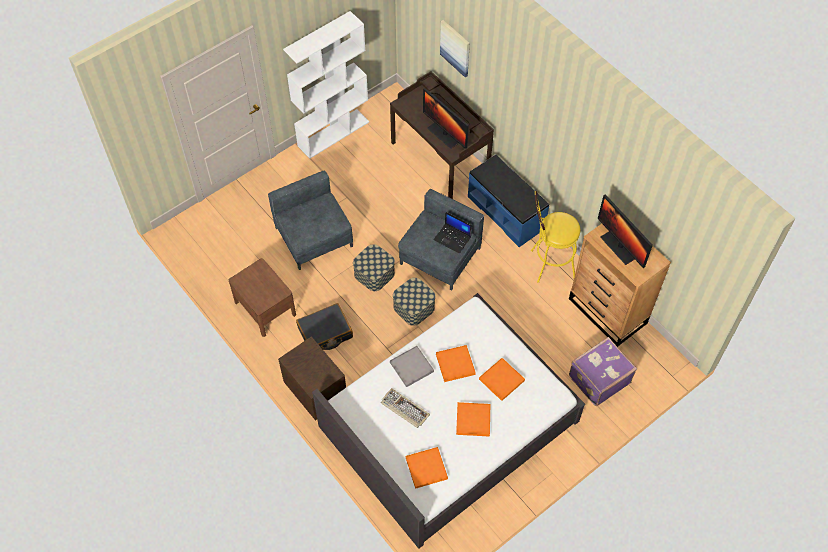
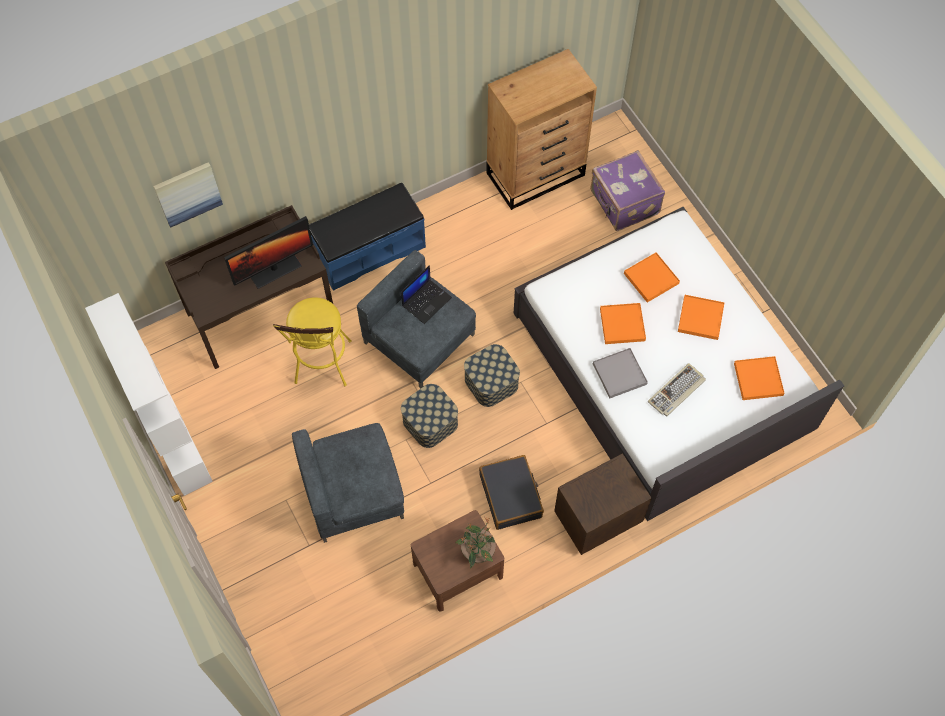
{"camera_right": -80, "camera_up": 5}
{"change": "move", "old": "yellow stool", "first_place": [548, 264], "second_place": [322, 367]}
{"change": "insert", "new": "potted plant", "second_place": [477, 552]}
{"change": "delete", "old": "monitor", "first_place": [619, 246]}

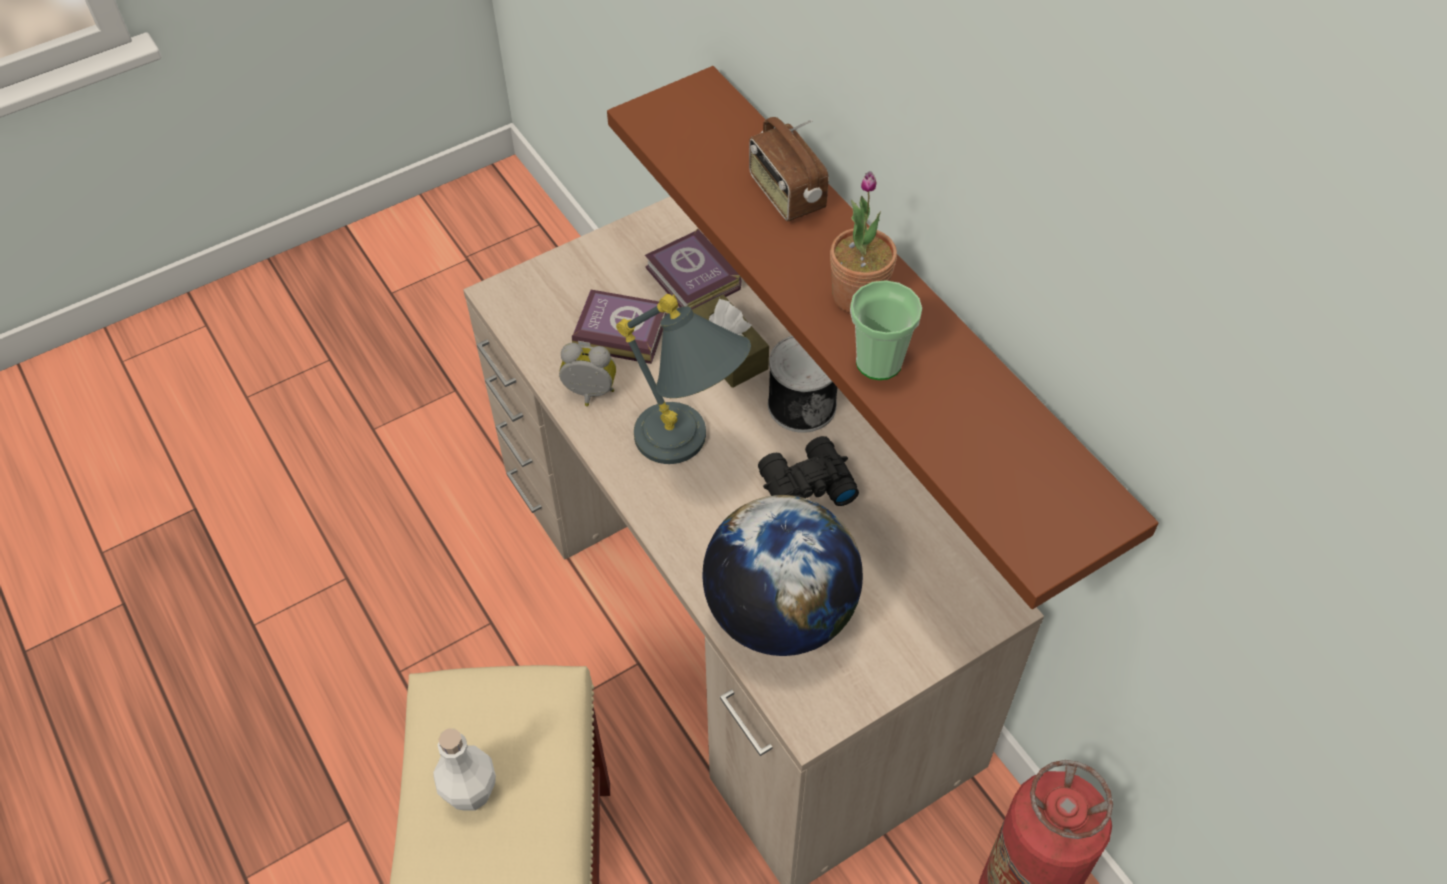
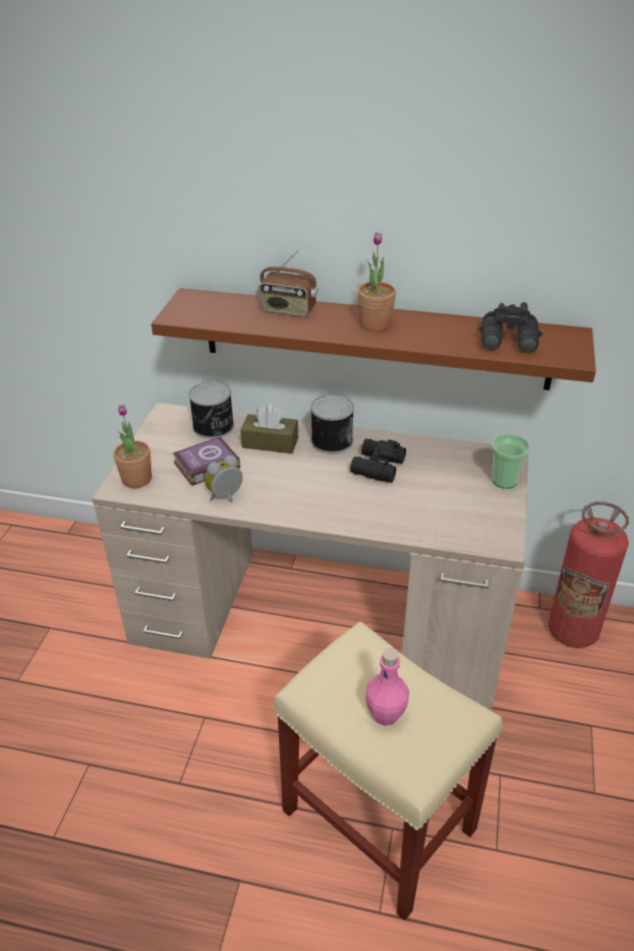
{"camera_right": -45, "camera_up": -15}
{"change": "insert", "new": "potted plant", "second_place": [137, 479]}
{"change": "replace", "old": "book", "new": "can", "first_place": [692, 280], "second_place": [214, 427]}
{"change": "recolor", "old": "white bottle", "new": "pink bottle", "first_place": [471, 793], "second_place": [385, 714]}
{"change": "insert", "new": "black binoculars", "second_place": [509, 341]}
{"change": "move", "old": "cup", "first_place": [878, 362], "second_place": [504, 480]}
{"change": "delete", "old": "grey table lamp", "first_place": [690, 450]}
{"change": "delete", "old": "globe", "first_place": [780, 614]}

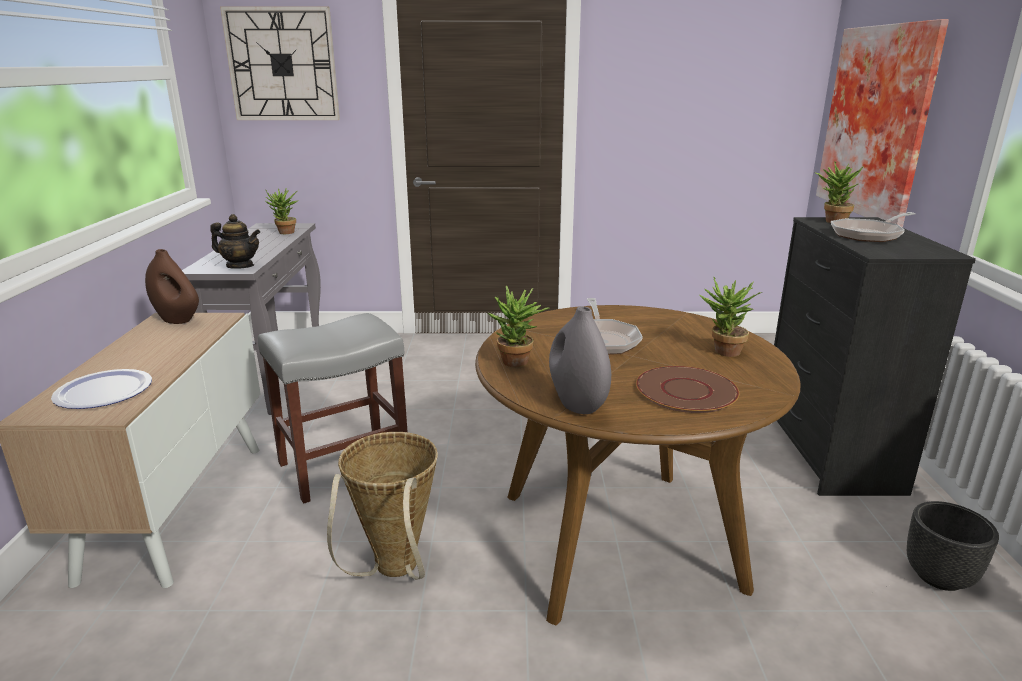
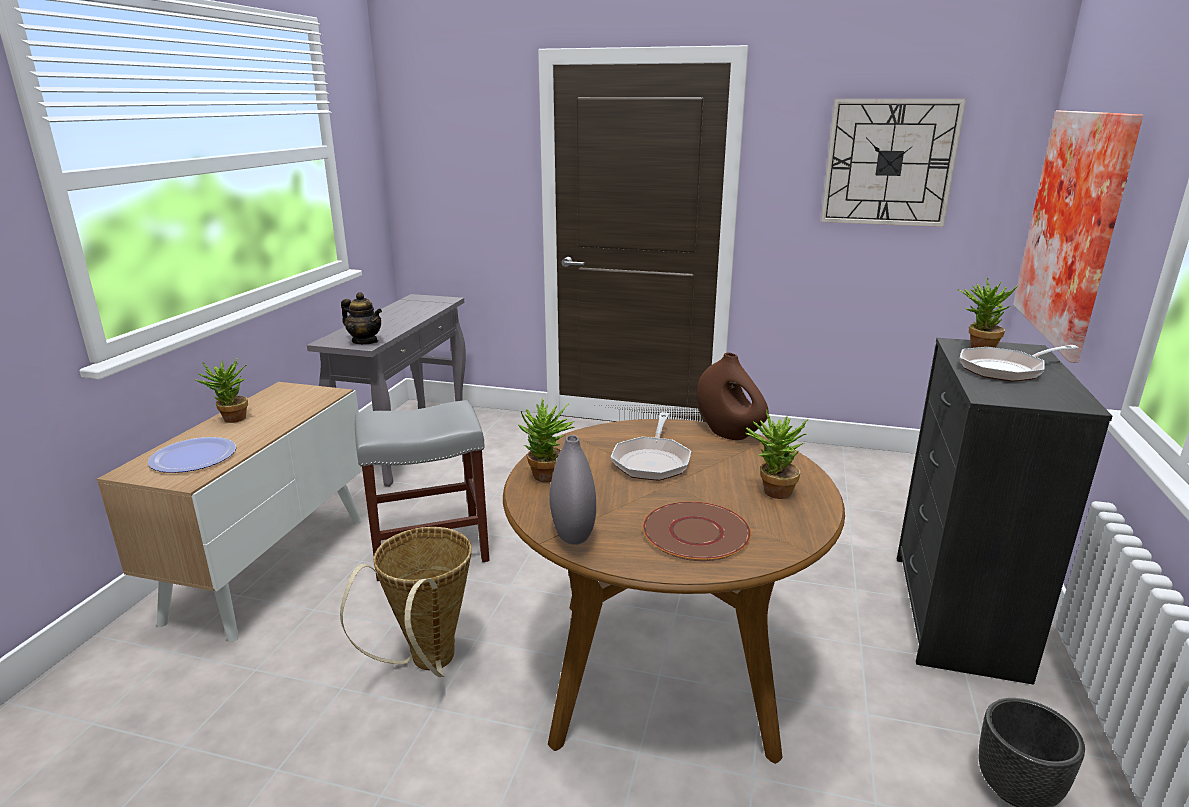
{"camera_right": 15, "camera_up": 0}
{"change": "move", "old": "potted plant", "first_place": [285, 233], "second_place": [231, 420]}
{"change": "move", "old": "brown vase", "first_place": [177, 319], "second_place": [729, 433]}
{"change": "move", "old": "wall clock", "first_place": [282, 65], "second_place": [889, 163]}

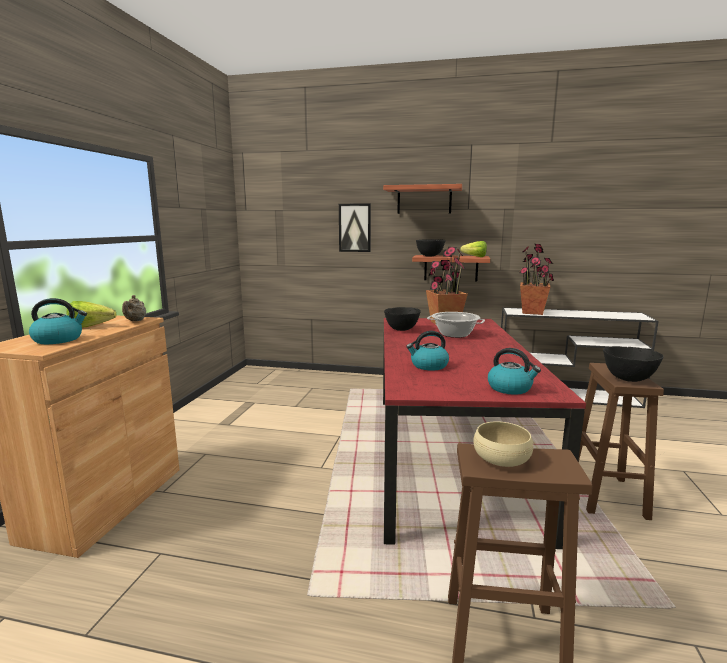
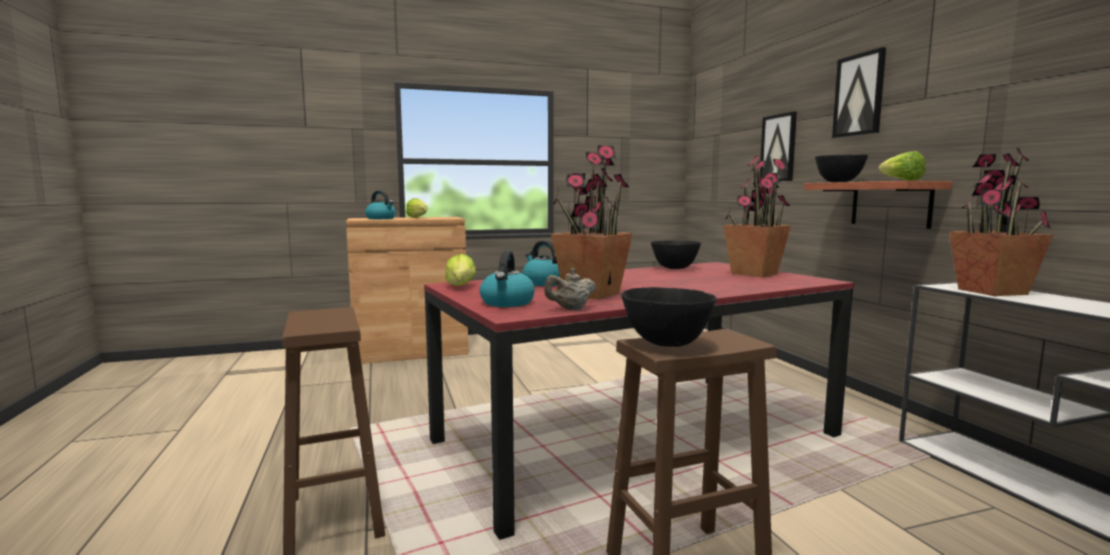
{"camera_right": 60, "camera_up": -5}
{"change": "insert", "new": "lettuce", "second_place": [459, 288]}
{"change": "move", "old": "beige teapot", "first_place": [135, 321], "second_place": [570, 309]}
{"change": "insert", "new": "potted plant", "second_place": [590, 294]}
{"change": "replace", "old": "shelf", "new": "picture", "first_place": [424, 200], "second_place": [859, 95]}
{"change": "delete", "old": "cooking pot", "first_place": [454, 334]}
{"change": "delete", "old": "beige bowl", "first_place": [501, 458]}

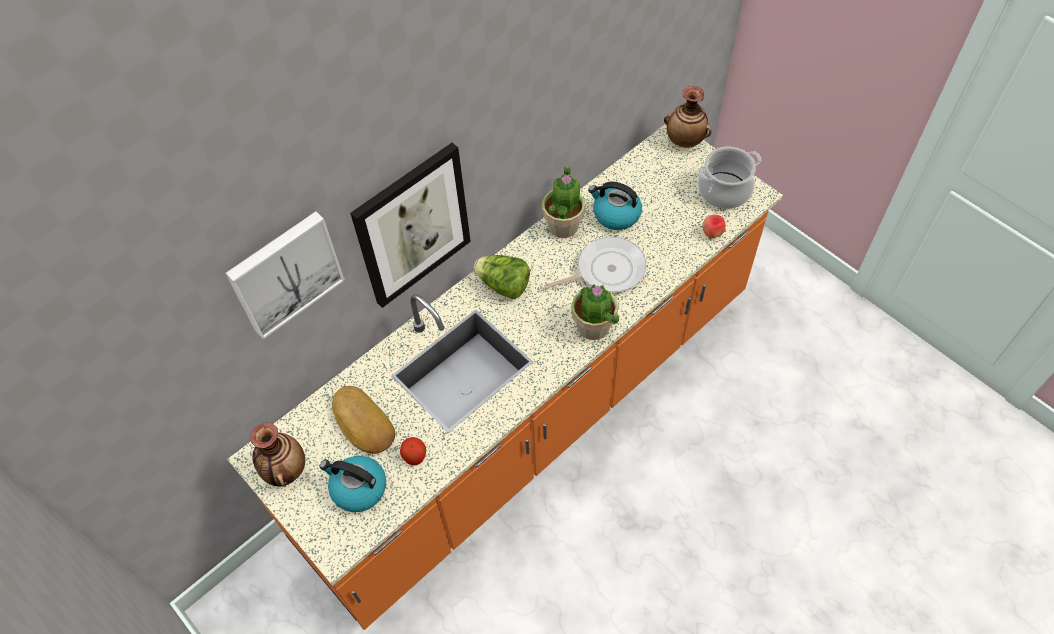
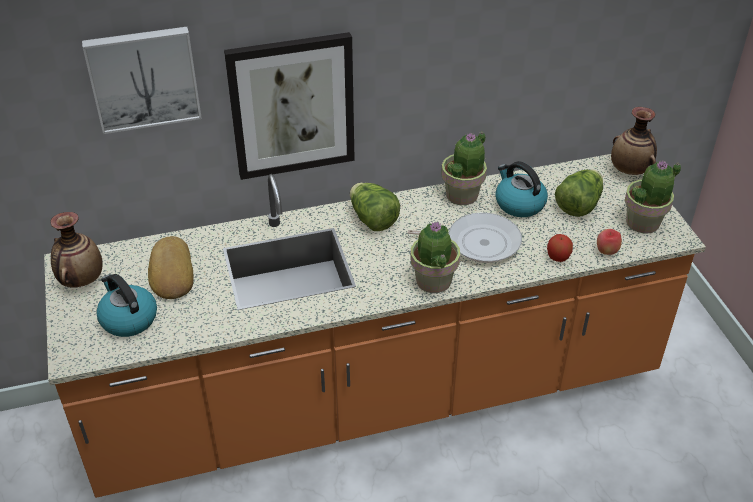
{"camera_right": 25, "camera_up": -15}
{"change": "move", "old": "apple", "first_place": [415, 456], "second_place": [558, 257]}
{"change": "insert", "new": "lettuce", "second_place": [578, 205]}
{"change": "replace", "old": "cooking pot", "new": "potted plant", "first_place": [724, 191], "second_place": [643, 222]}

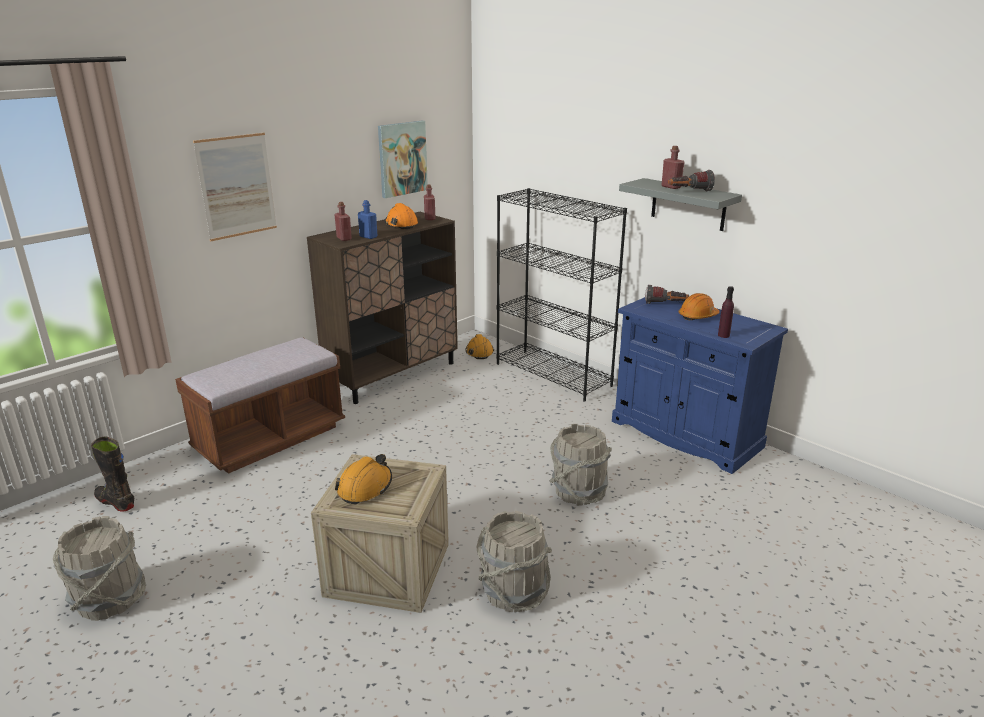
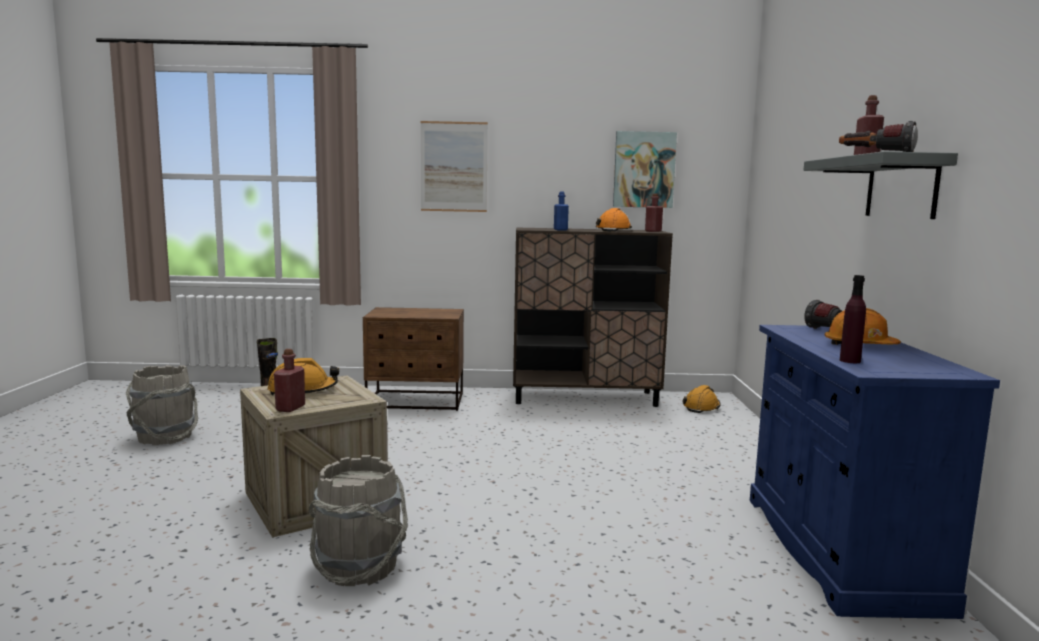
{"camera_right": 45, "camera_up": -15}
{"change": "move", "old": "red bottle", "first_place": [344, 238], "second_place": [290, 408]}
{"change": "replace", "old": "brown bench", "new": "brown nightstand", "first_place": [270, 438], "second_place": [416, 401]}
{"change": "delete", "old": "black bookcase", "first_place": [553, 375]}
{"change": "delete", "old": "grey bucket", "first_place": [578, 492]}

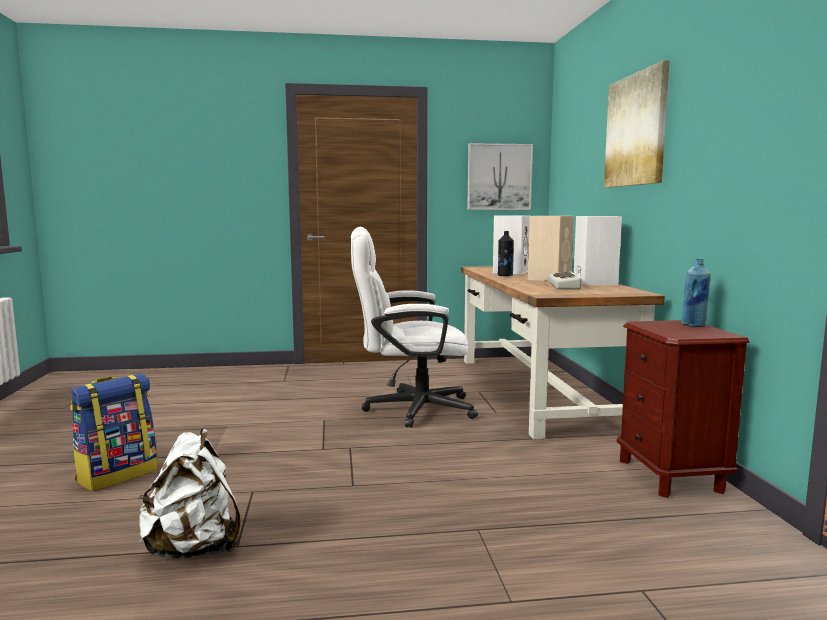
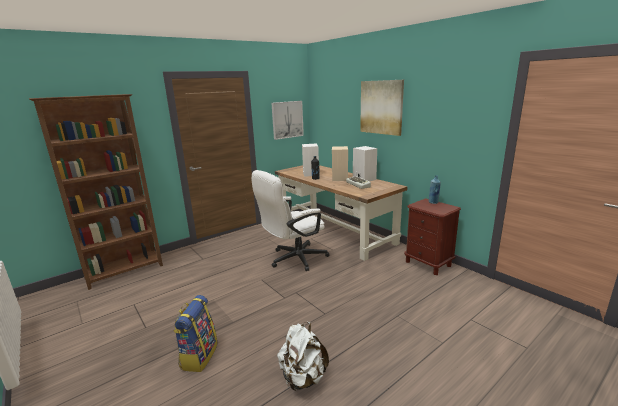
{"camera_right": -30, "camera_up": 10}
{"change": "insert", "new": "brown bookcase", "second_place": [125, 271]}

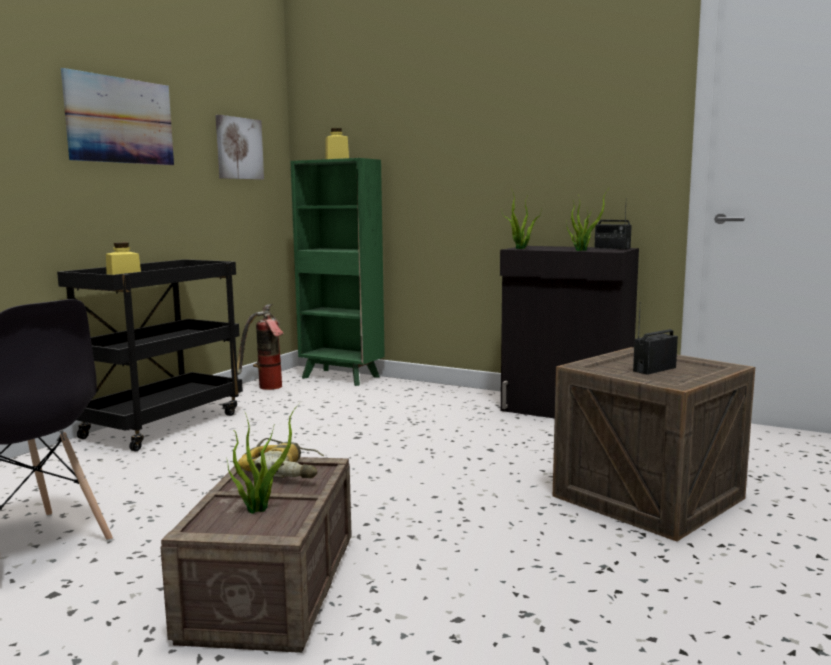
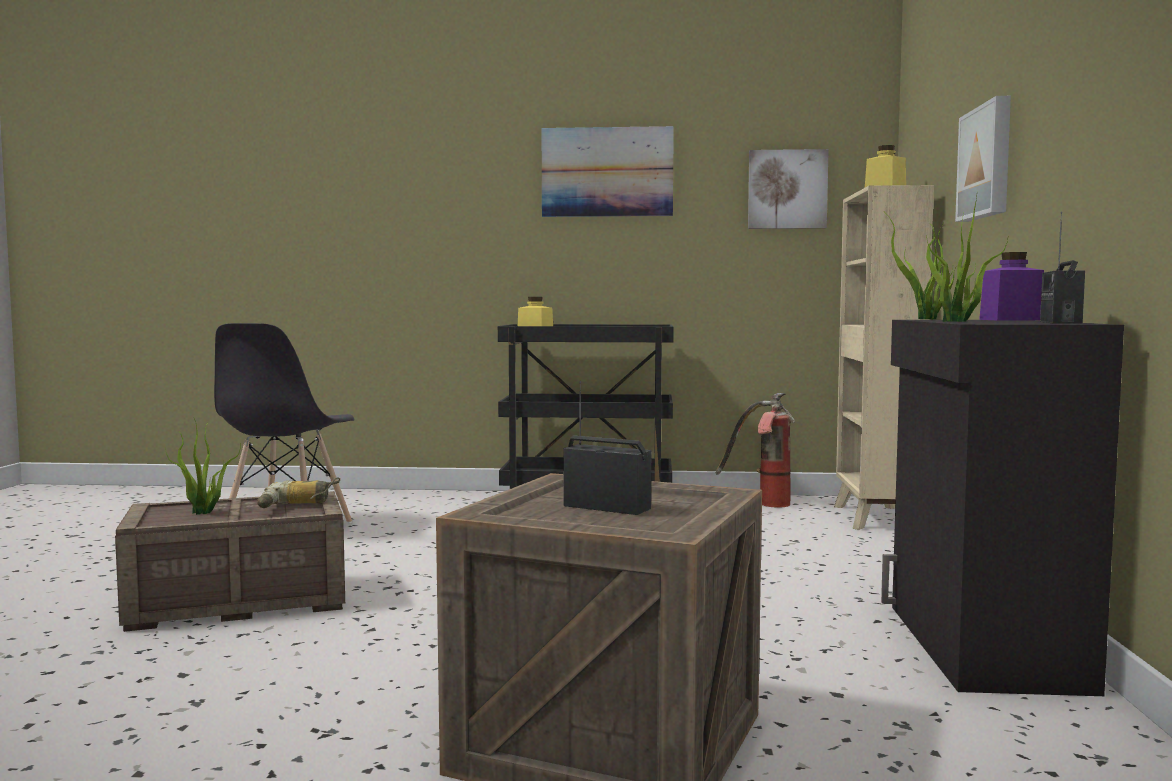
{"camera_right": 65, "camera_up": -5}
{"change": "recolor", "old": "green bookcase", "new": "beige bookcase", "first_place": [342, 377], "second_place": [875, 518]}
{"change": "insert", "new": "picture", "second_place": [988, 162]}
{"change": "insert", "new": "purple jar", "second_place": [1011, 320]}

